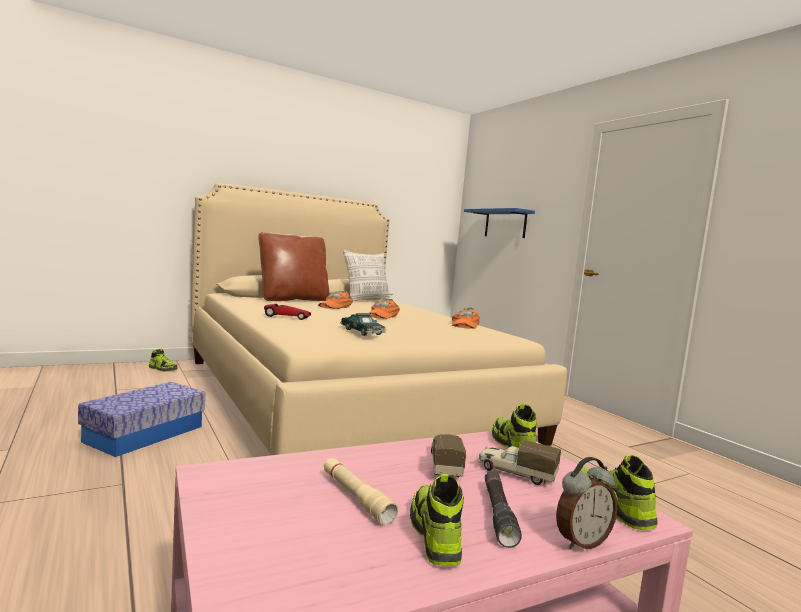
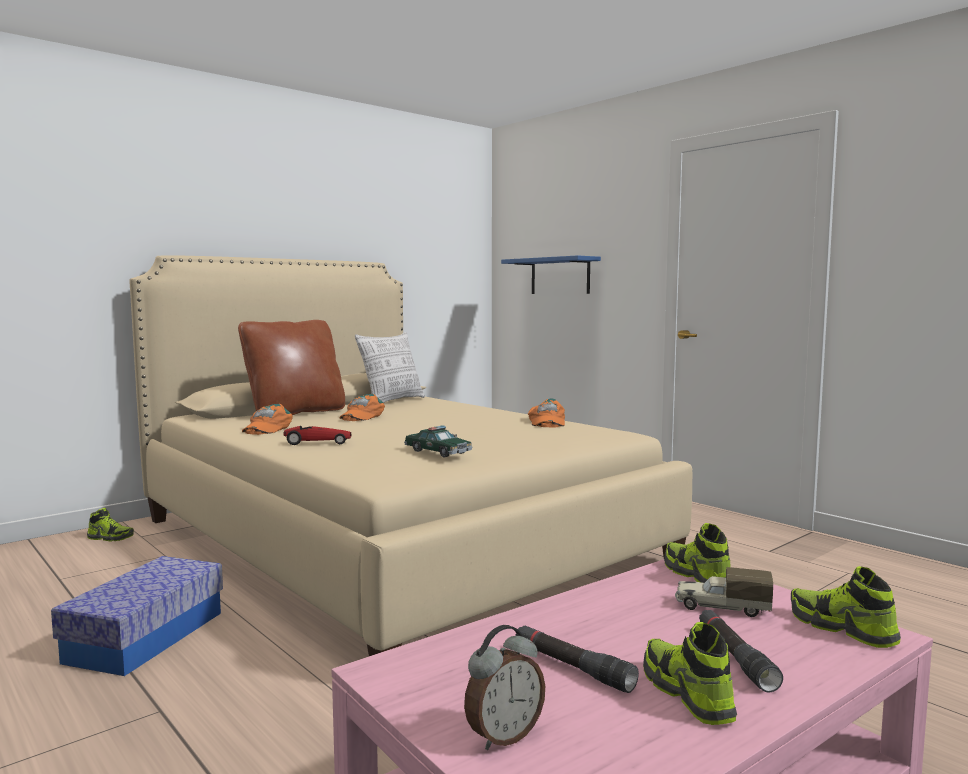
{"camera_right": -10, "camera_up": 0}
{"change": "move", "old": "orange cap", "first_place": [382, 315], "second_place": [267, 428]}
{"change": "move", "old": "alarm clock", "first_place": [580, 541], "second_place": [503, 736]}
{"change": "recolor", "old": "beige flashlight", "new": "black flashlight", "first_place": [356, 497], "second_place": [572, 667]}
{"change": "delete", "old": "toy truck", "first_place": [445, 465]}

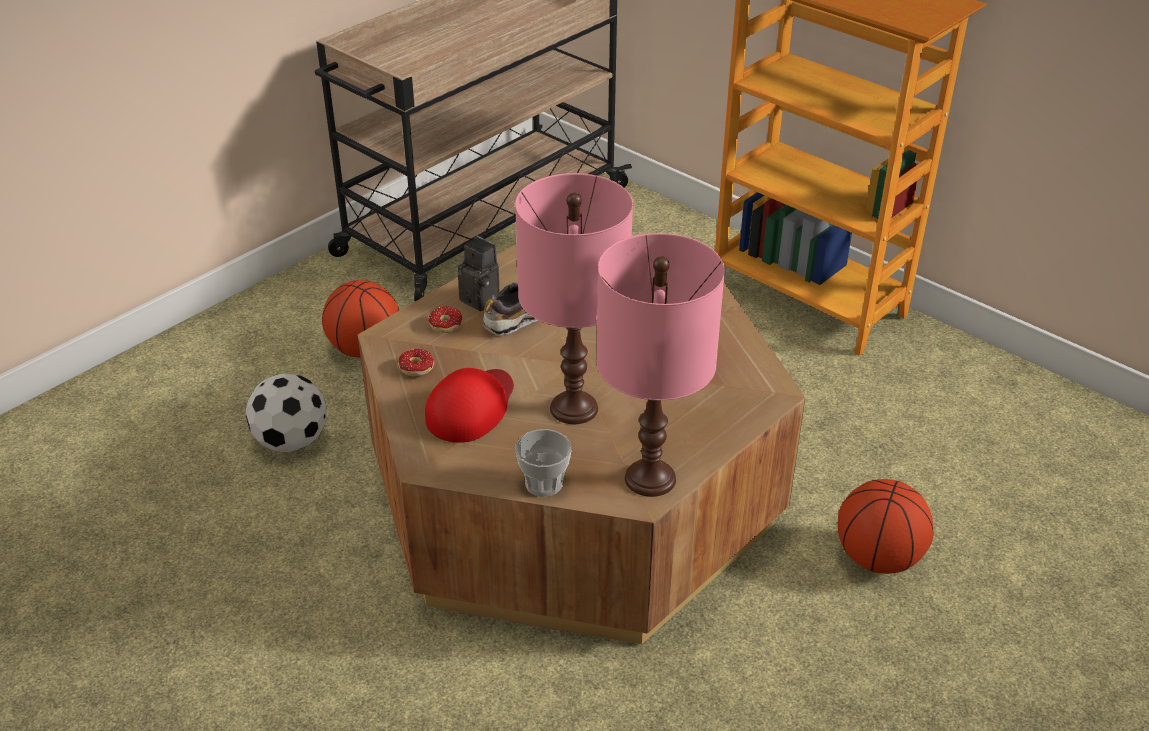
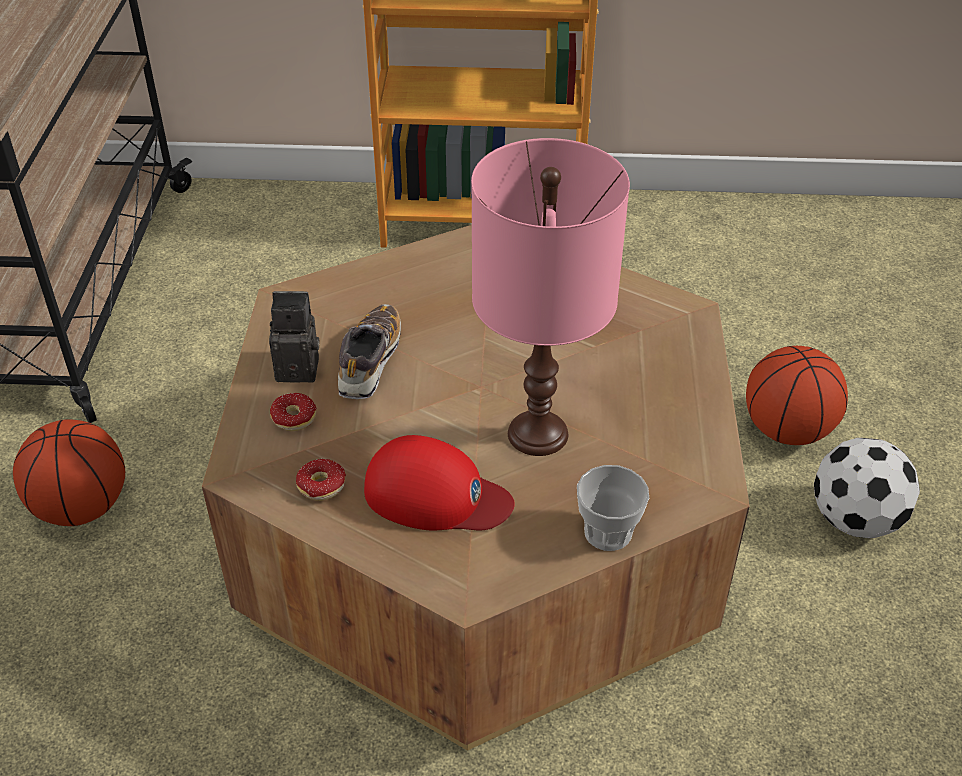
{"camera_right": -40, "camera_up": 5}
{"change": "rotate", "old": "red cap", "first_place": [471, 407], "second_place": [436, 495], "degrees": 120}
{"change": "move", "old": "football", "first_place": [292, 441], "second_place": [855, 518]}
{"change": "delete", "old": "pink table lamp", "first_place": [649, 479]}

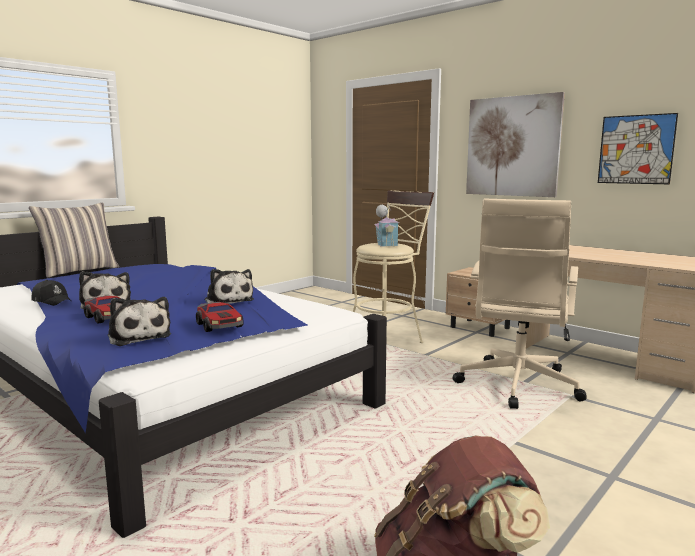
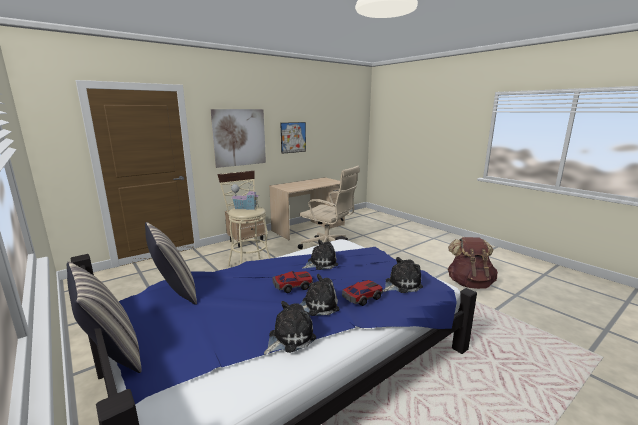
{"camera_right": -80, "camera_up": 5}
{"change": "insert", "new": "pillow", "second_place": [174, 292]}
{"change": "replace", "old": "black cap", "new": "plush toy", "first_place": [52, 301], "second_place": [289, 338]}
{"change": "move", "old": "toy car", "first_place": [219, 325], "second_place": [293, 286]}

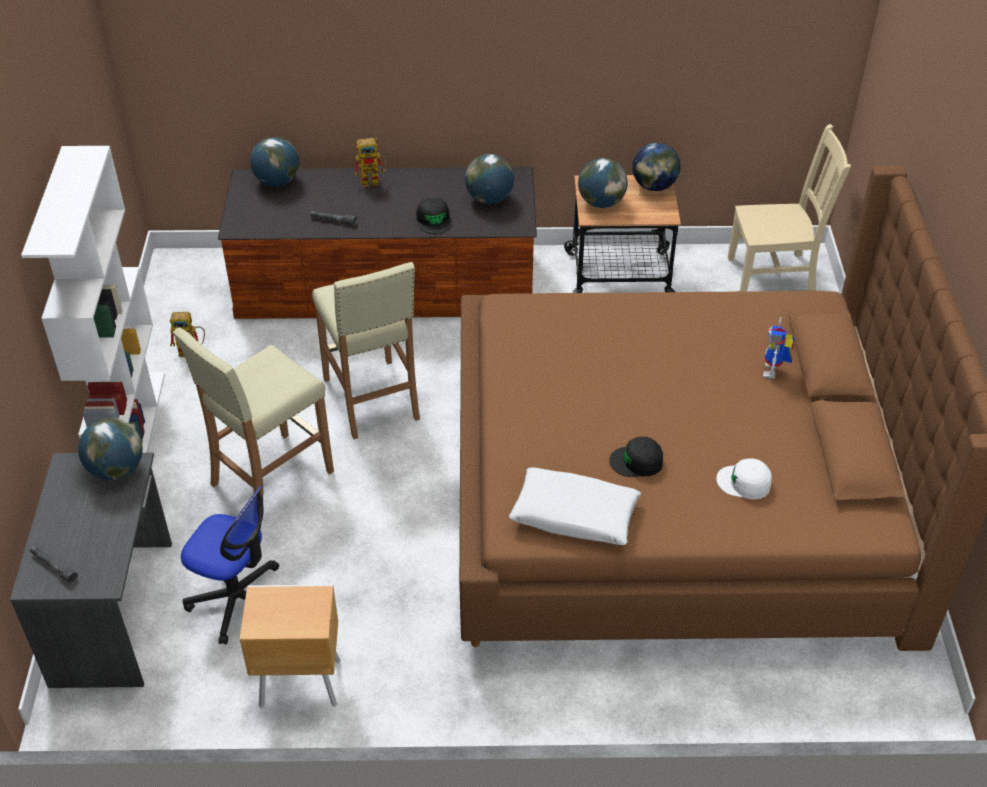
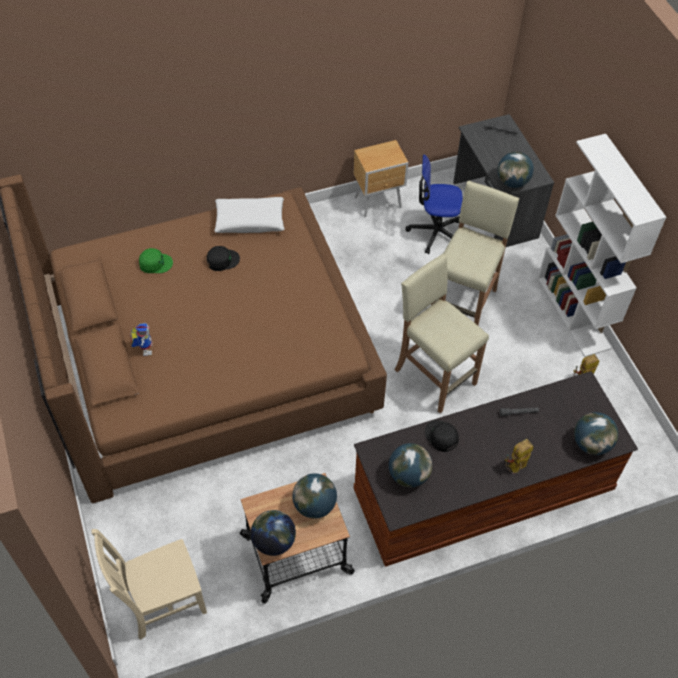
{"camera_right": 160, "camera_up": 10}
{"change": "recolor", "old": "white cap", "new": "green cap", "first_place": [744, 483], "second_place": [155, 263]}

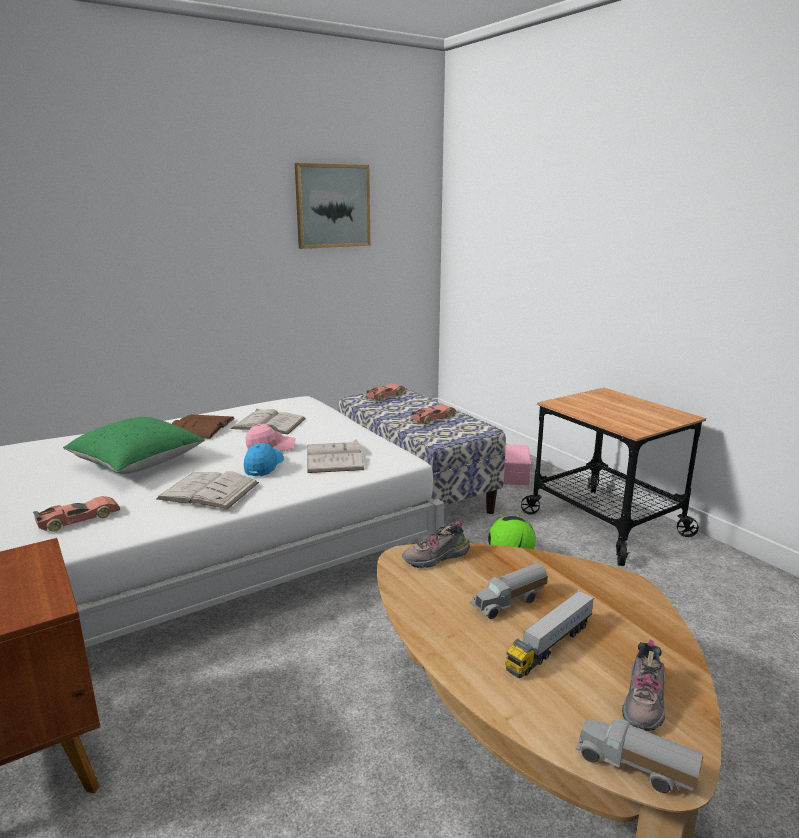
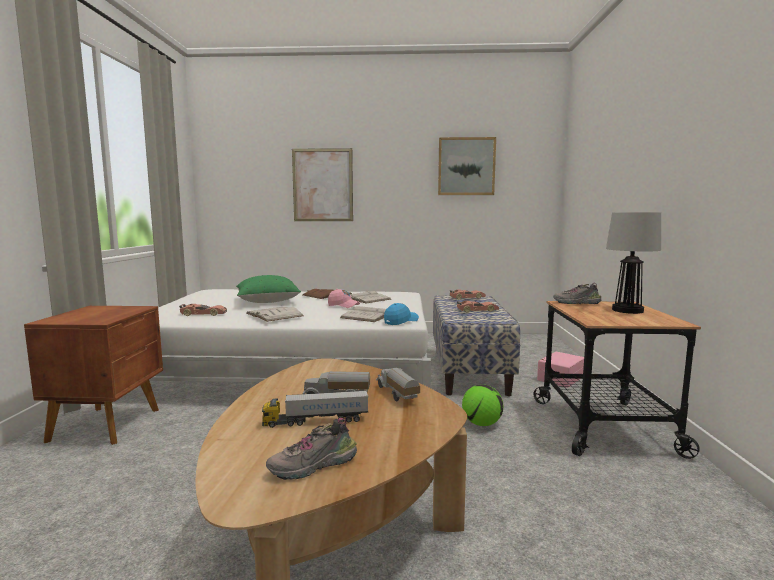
{"camera_right": 35, "camera_up": -10}
{"change": "insert", "new": "picture", "second_place": [322, 185]}
{"change": "move", "old": "toy truck", "first_place": [635, 769], "second_place": [396, 394]}
{"change": "move", "old": "blue cap", "first_place": [264, 466], "second_place": [401, 321]}
{"change": "move", "old": "shoe", "first_place": [436, 558], "second_place": [576, 303]}
{"change": "insert", "new": "table lamp", "second_place": [627, 310]}

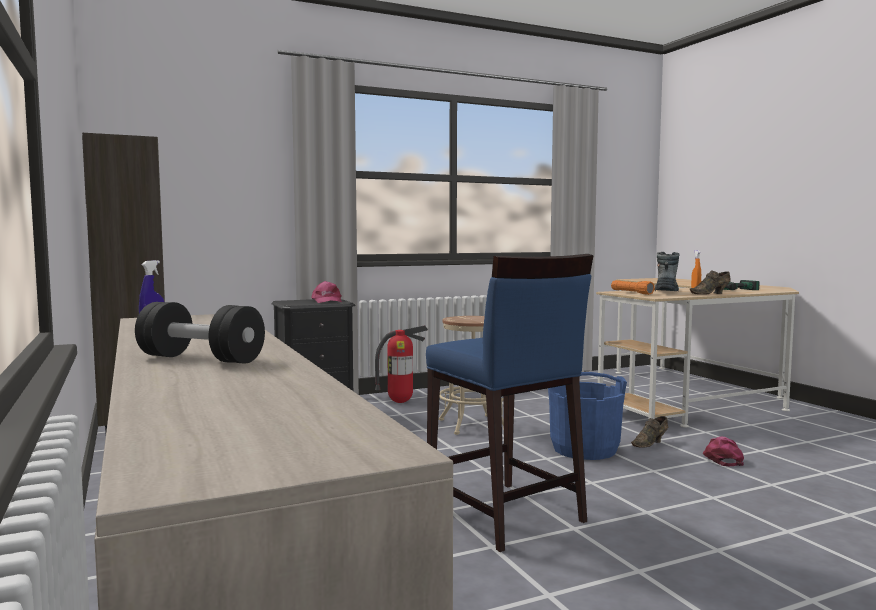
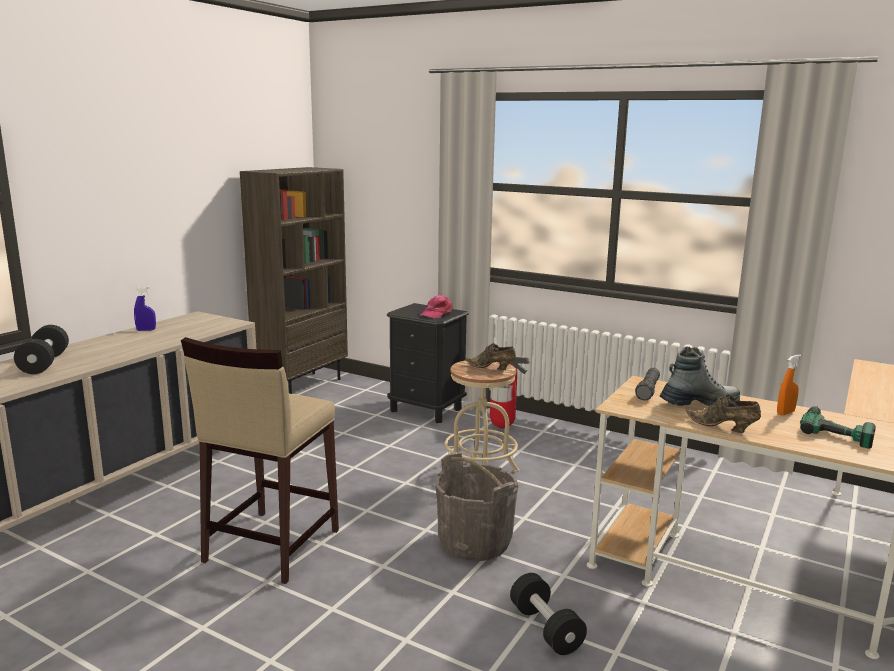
{"camera_right": 55, "camera_up": 10}
{"change": "recolor", "old": "blue stool", "new": "beige stool", "first_place": [504, 515], "second_place": [270, 546]}
{"change": "recolor", "old": "blue bucket", "new": "grey bucket", "first_place": [584, 449], "second_place": [475, 542]}
{"change": "move", "old": "brown shoe", "first_place": [650, 443], "second_place": [492, 368]}
{"change": "replace", "old": "pink cap", "new": "black dumbbell", "first_place": [722, 458], "second_place": [546, 628]}
{"change": "recolor", "old": "orange flashlight", "new": "black flashlight", "first_place": [631, 293], "second_place": [648, 390]}

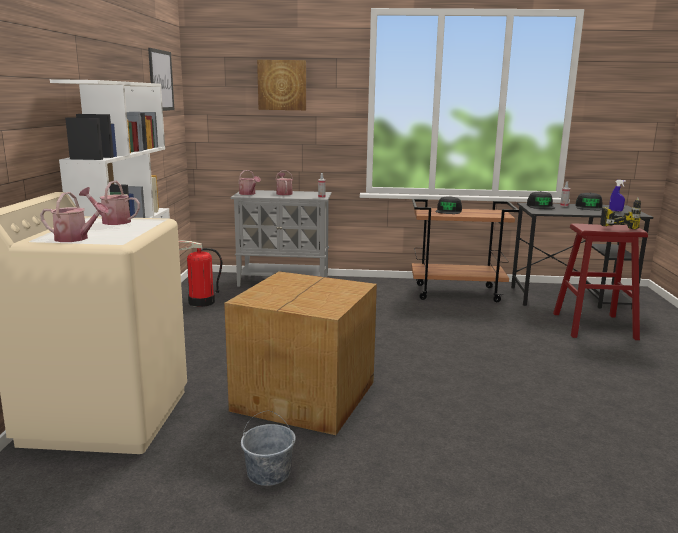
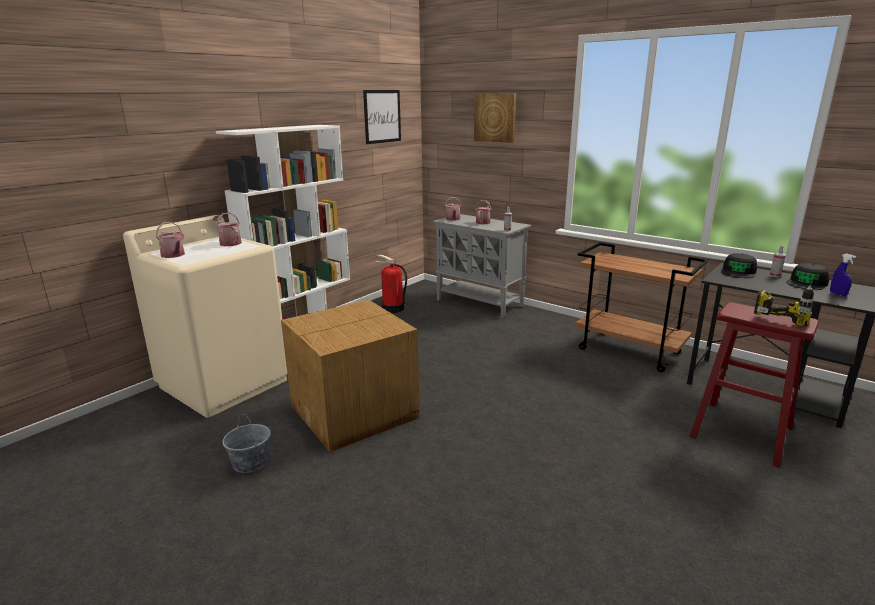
{"camera_right": 35, "camera_up": 5}
{"change": "delete", "old": "black cap", "first_place": [448, 211]}

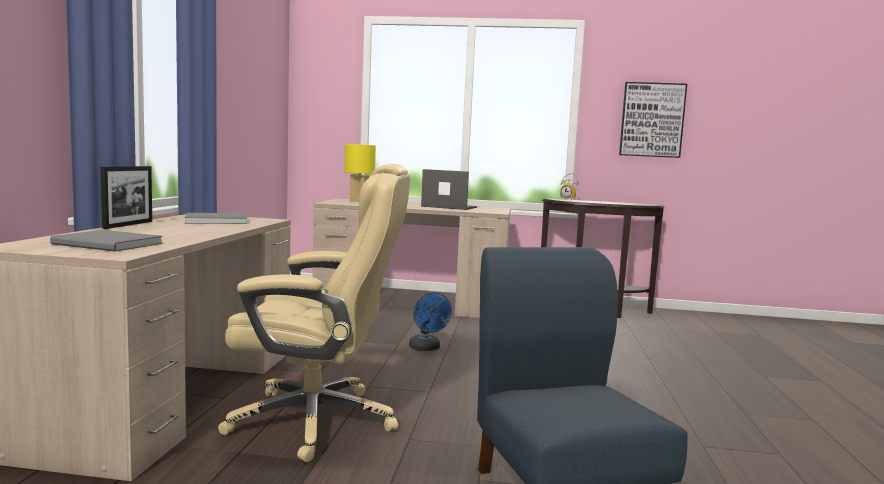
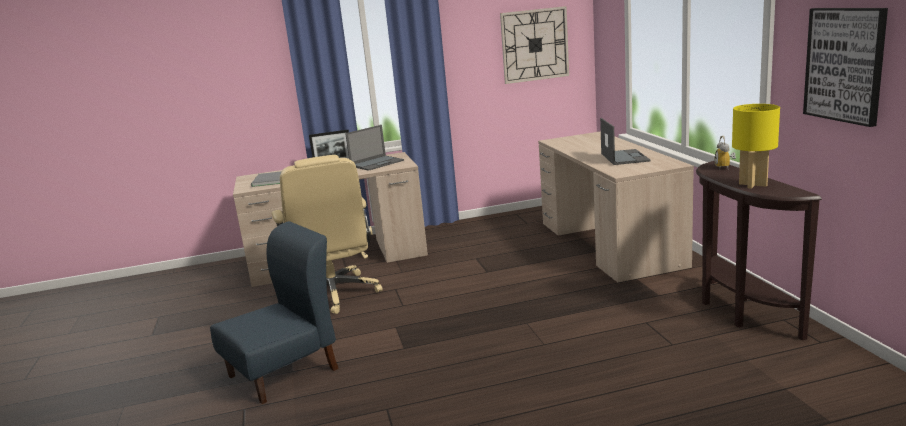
{"camera_right": 70, "camera_up": 10}
{"change": "replace", "old": "grey book", "new": "laptop", "first_place": [214, 221], "second_place": [377, 163]}
{"change": "insert", "new": "wall clock", "second_place": [534, 45]}
{"change": "move", "old": "yellow table lamp", "first_place": [358, 201], "second_place": [752, 185]}
{"change": "delete", "old": "blue fan", "first_place": [427, 348]}

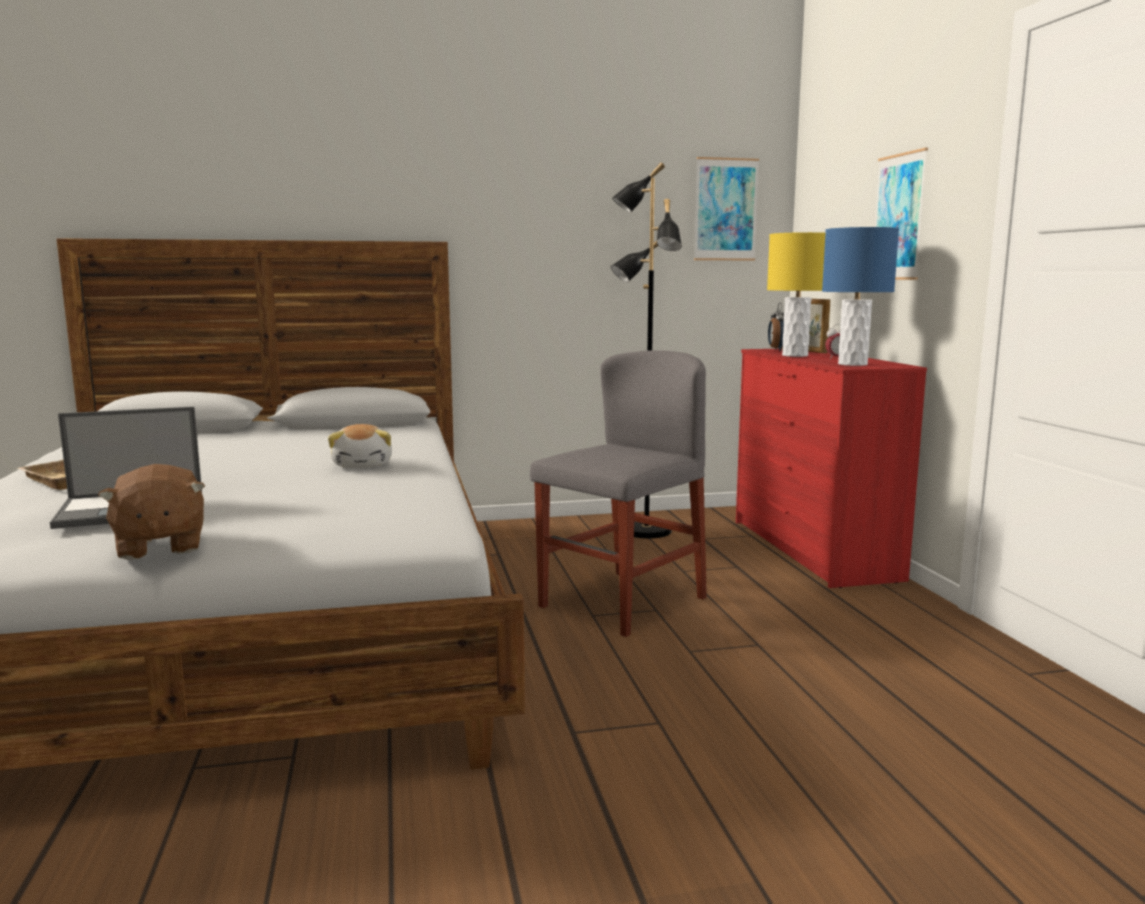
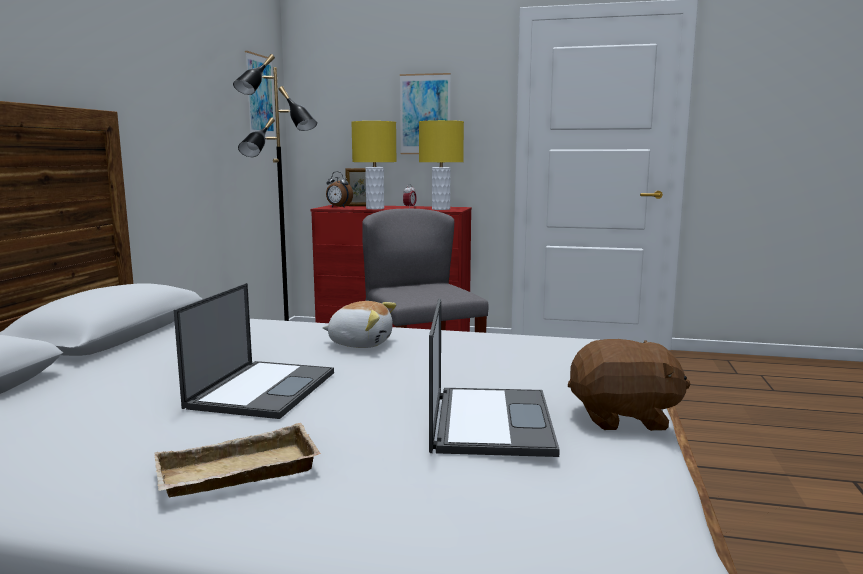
{"camera_right": -65, "camera_up": 0}
{"change": "insert", "new": "laptop", "second_place": [263, 389]}
{"change": "recolor", "old": "blue table lamp", "new": "yellow table lamp", "first_place": [852, 364], "second_place": [441, 209]}

